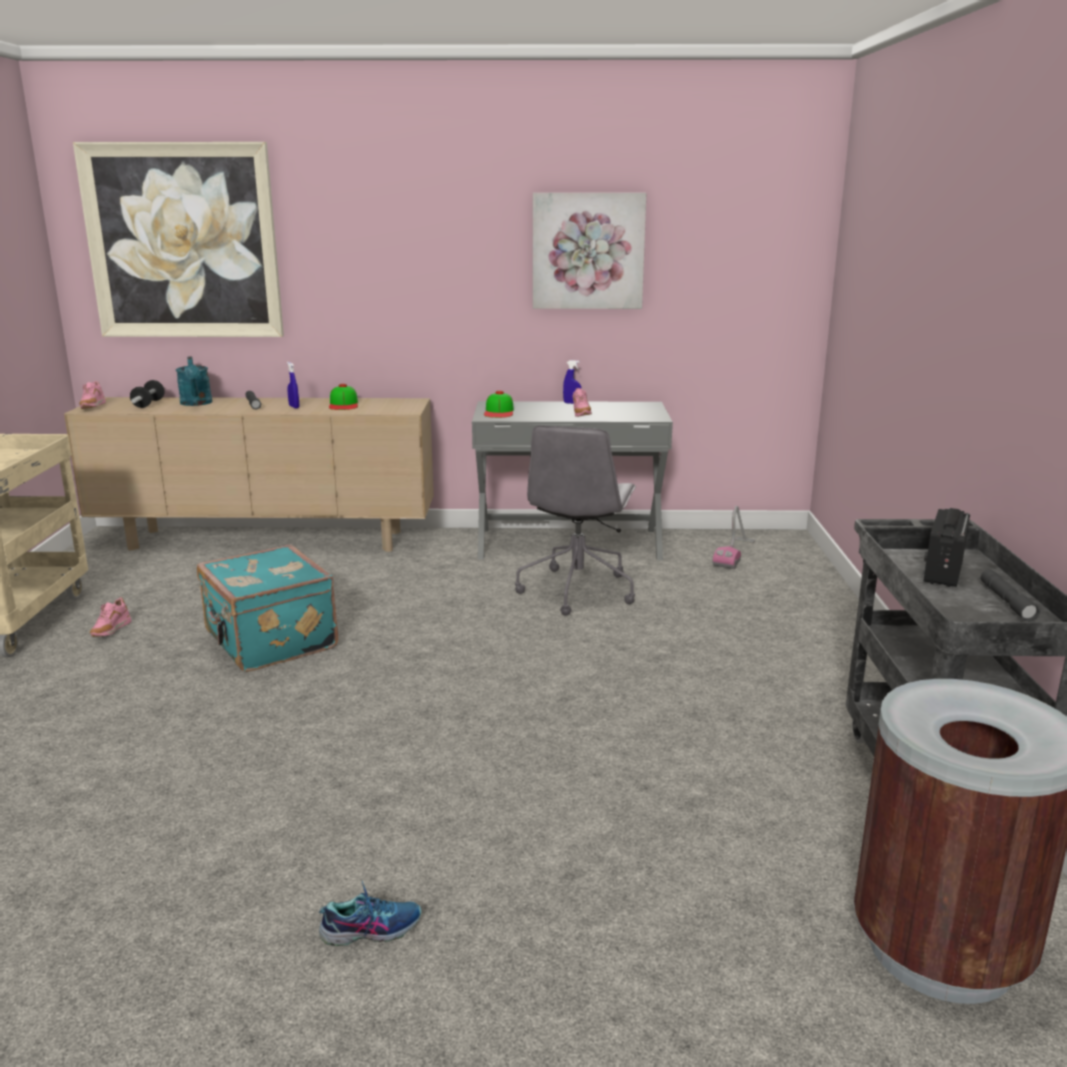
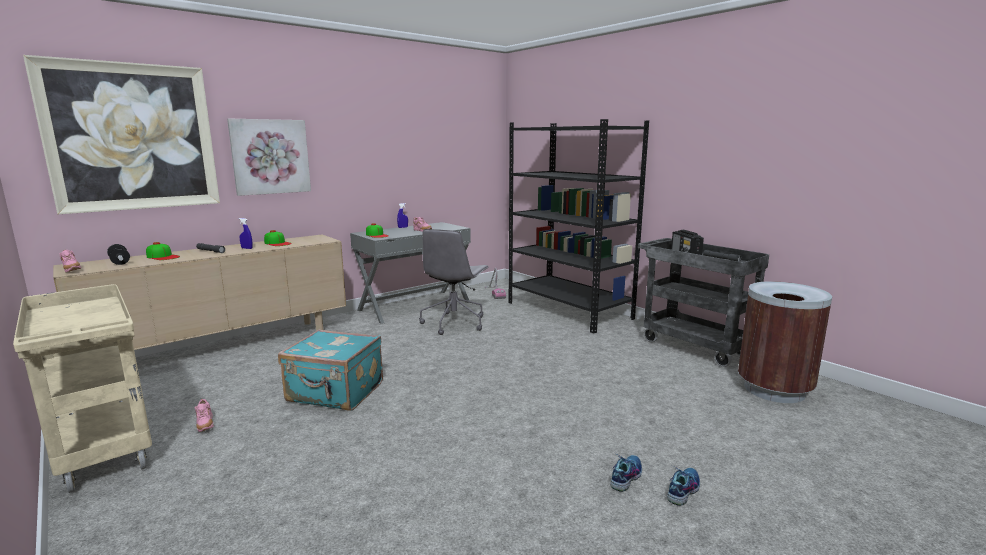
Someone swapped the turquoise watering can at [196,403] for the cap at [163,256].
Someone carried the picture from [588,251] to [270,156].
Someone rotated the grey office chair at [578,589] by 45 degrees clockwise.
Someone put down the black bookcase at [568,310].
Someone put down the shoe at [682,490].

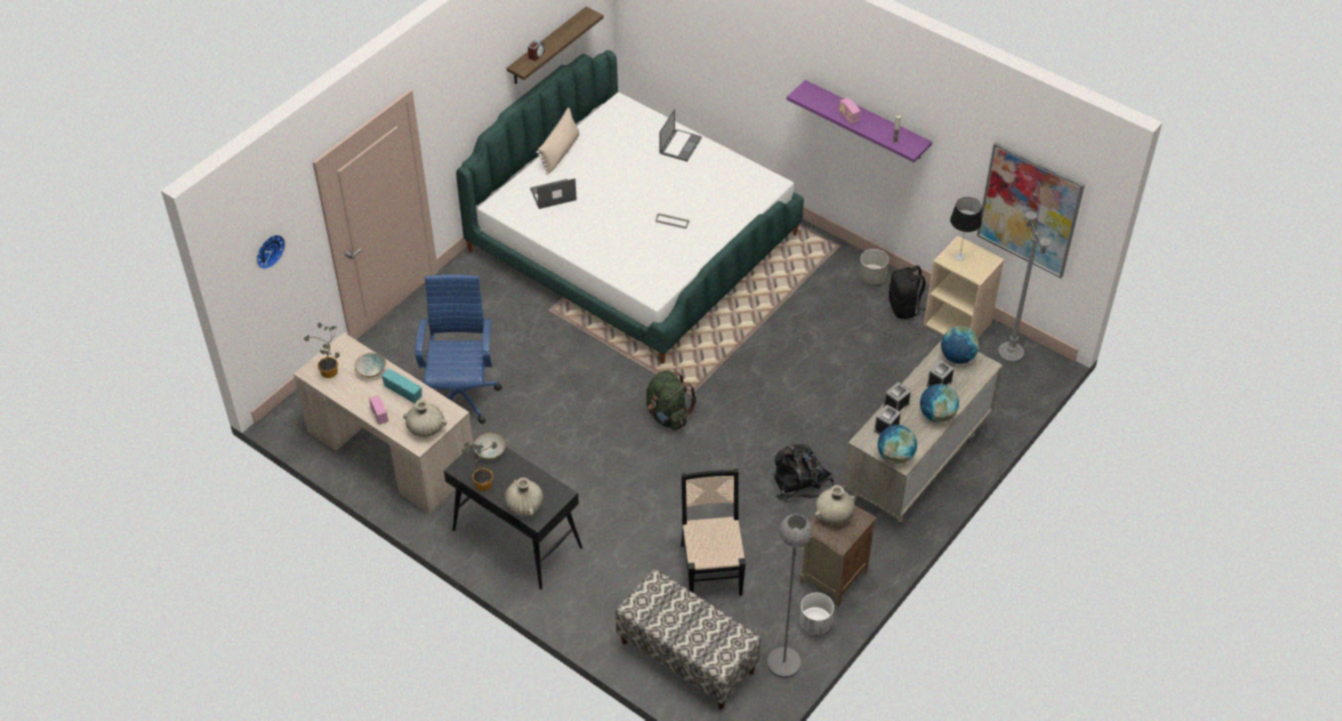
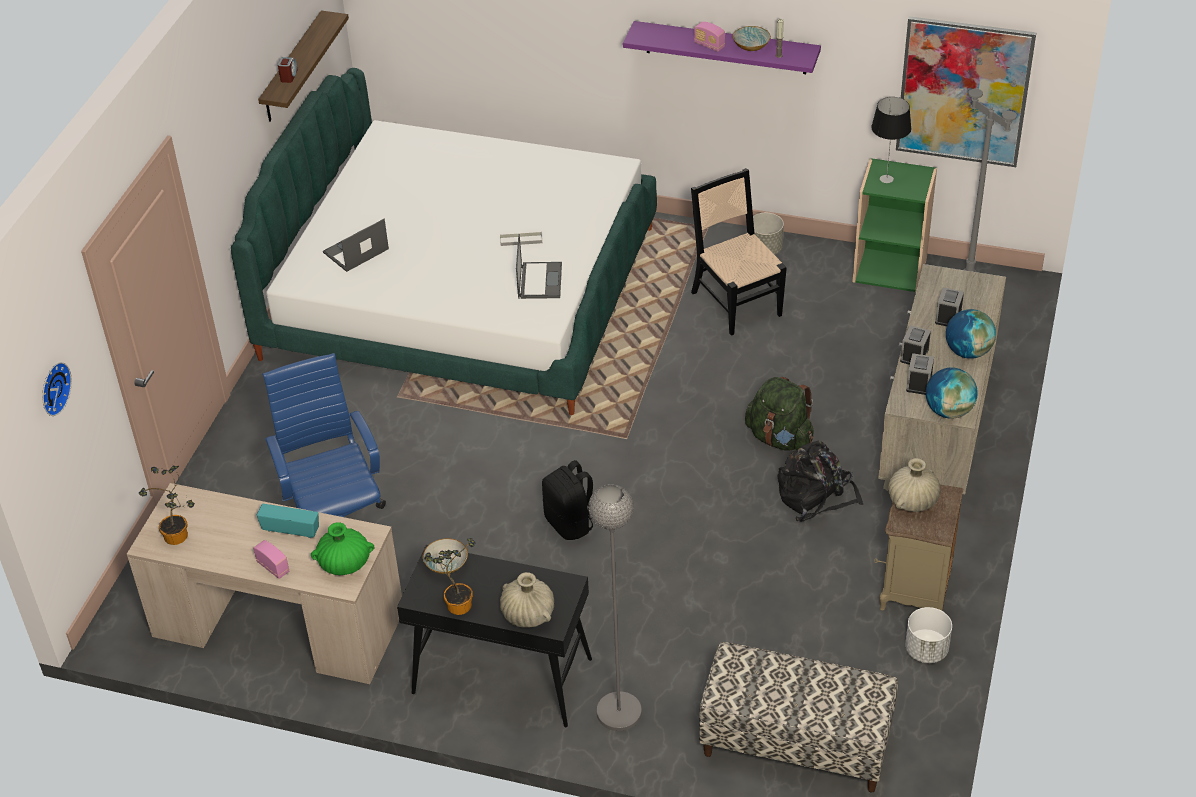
Someone repainted the beige vase at [426,428], which became the green vase at [345,564].
Someone carried the laptop from [680,145] to [539,280].
Someone carried the black backpack from [904,308] to [570,523].
Someone carried the grey floor lamp from [784,663] to [619,712].
Someone carried the chair from [712,569] to [736,304].
Someone carried the bowl from [371,370] to [751,46].
Someone carried the green backpack from [668,415] to [780,438].
Someone repainted the beige bookcase at [958,323], which became the green bookcase at [890,269].
Someone took away the beige pillow at [560,152].
Someone took away the globe at [957,357].

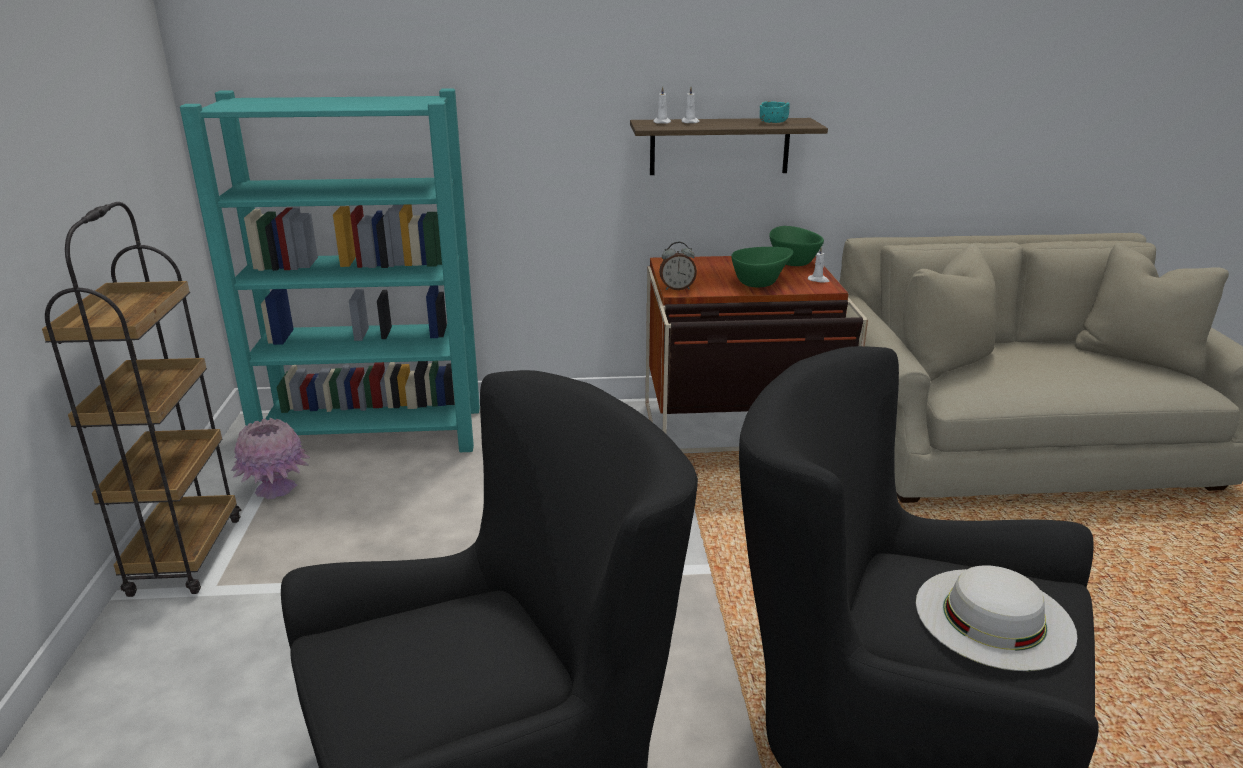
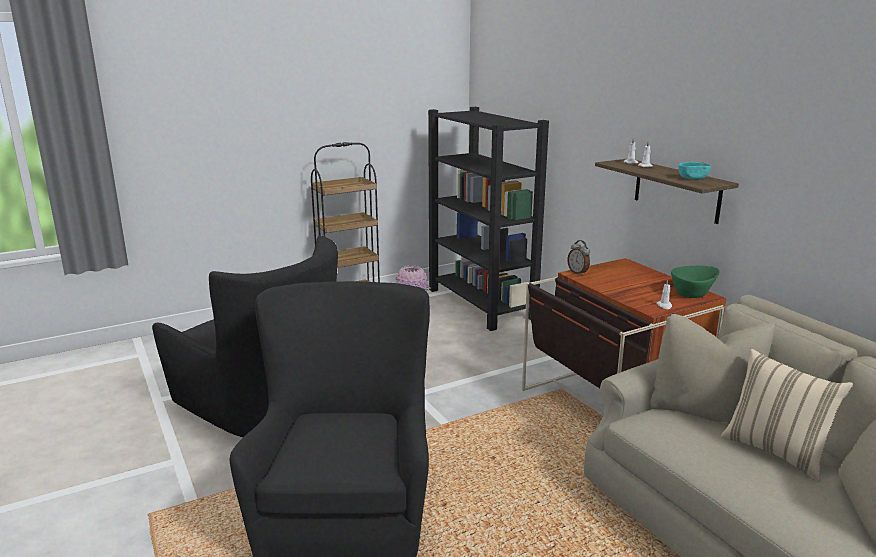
Someone repainted the turquoise bookcase at [372,432], which became the black bookcase at [481,304].
Someone put down the beige pillow at [775,451].
Someone took away the green bowl at [760,282].
Someone took away the white hat at [993,617].

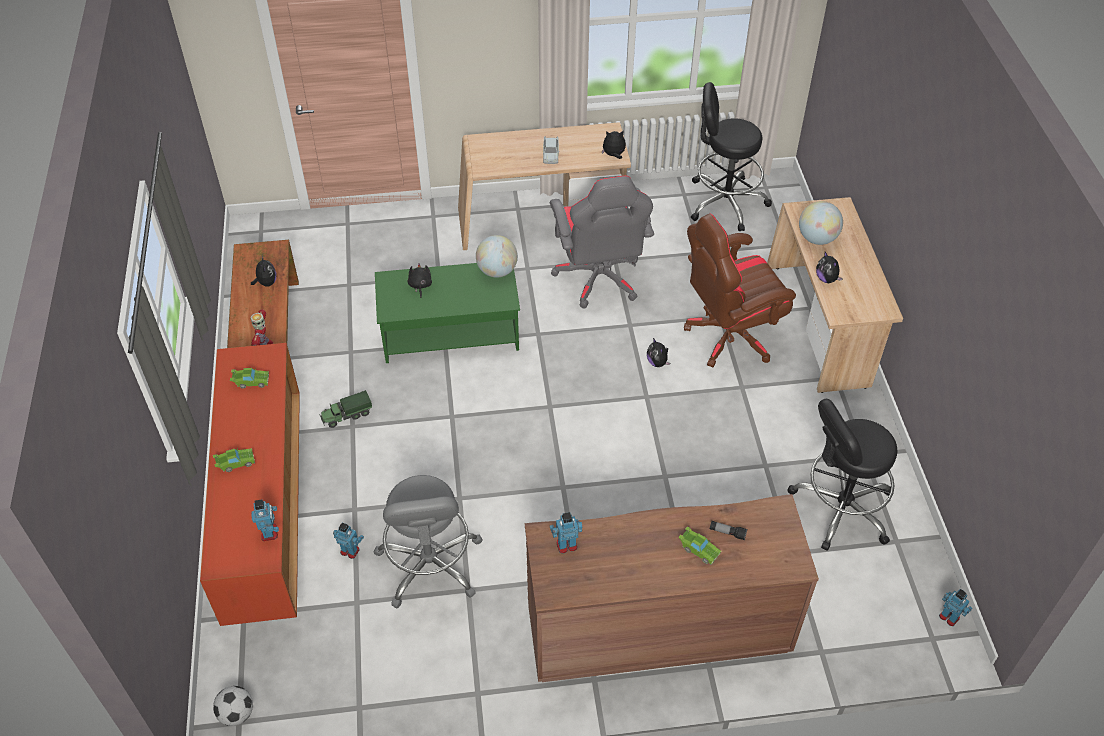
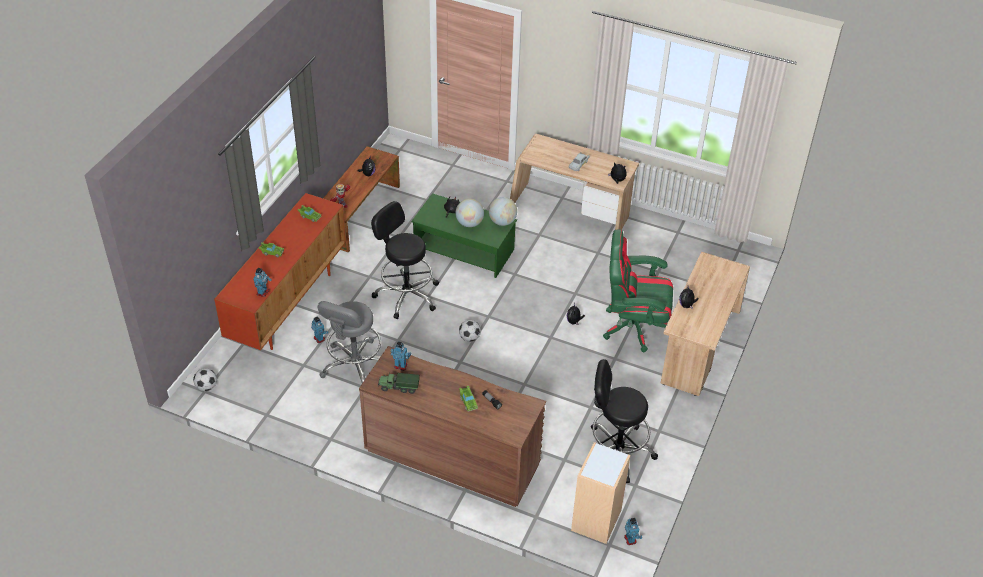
Someone carried the black stool from [724,202] to [406,294].
Someone carried the toy truck from [346,416] to [398,387].
Someone carried the globe from [817,238] to [469,223].
Someone put down the football at [469,338].
Someone put down the bookcase at [595,520].
Someone repainted the brown office chair at [731,335], which became the green office chair at [634,327].
Someone took away the grey office chair at [598,277].

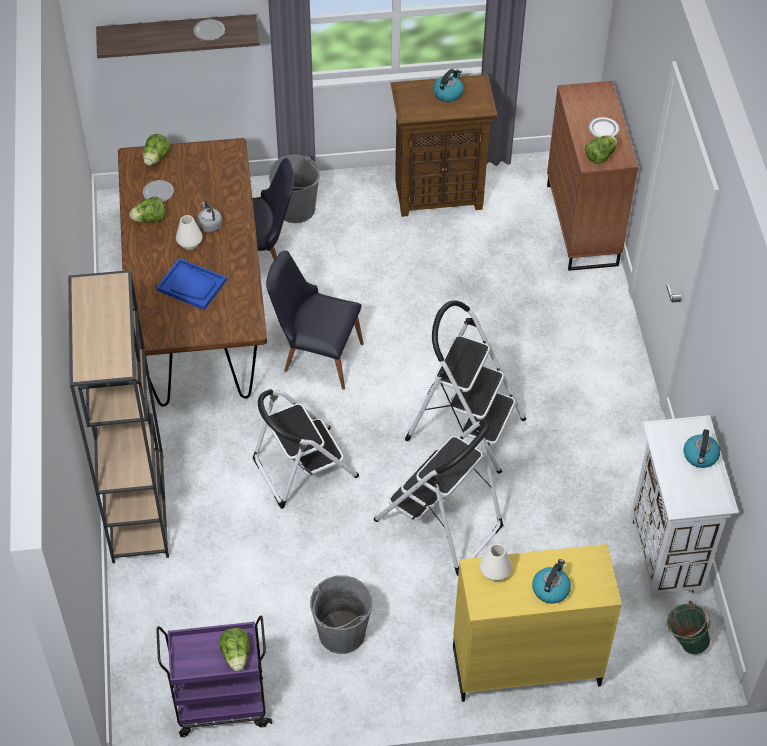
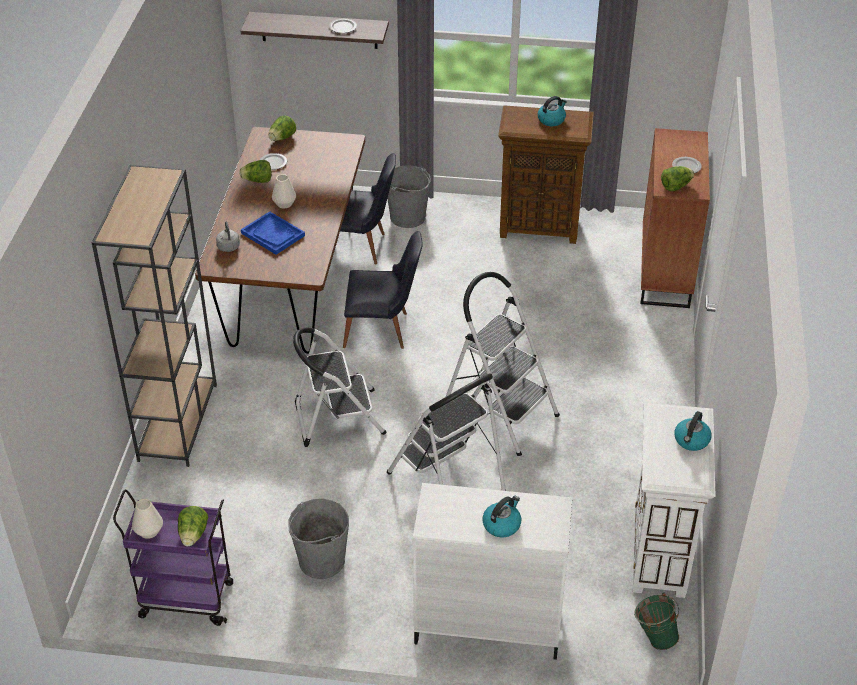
Someone carried the white vase from [495,572] to [149,531].
Someone carried the grey kettle from [209,224] to [228,246].
Someone rotated the black chair at [315,355] by 150 degrees clockwise.
Someone repainted the yellow dresser at [526,667], which became the white dresser at [487,627].

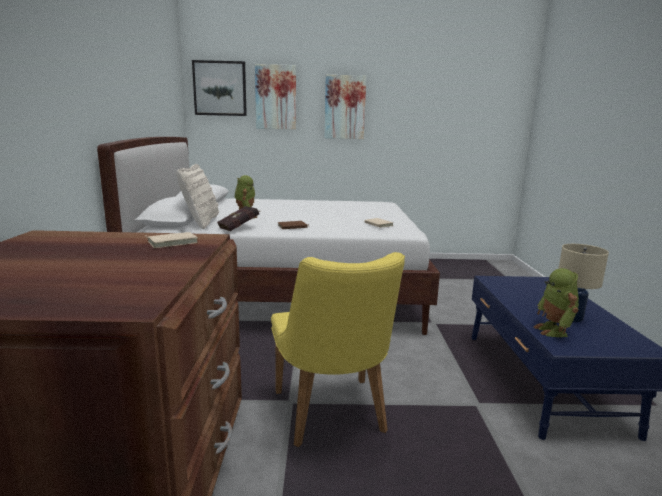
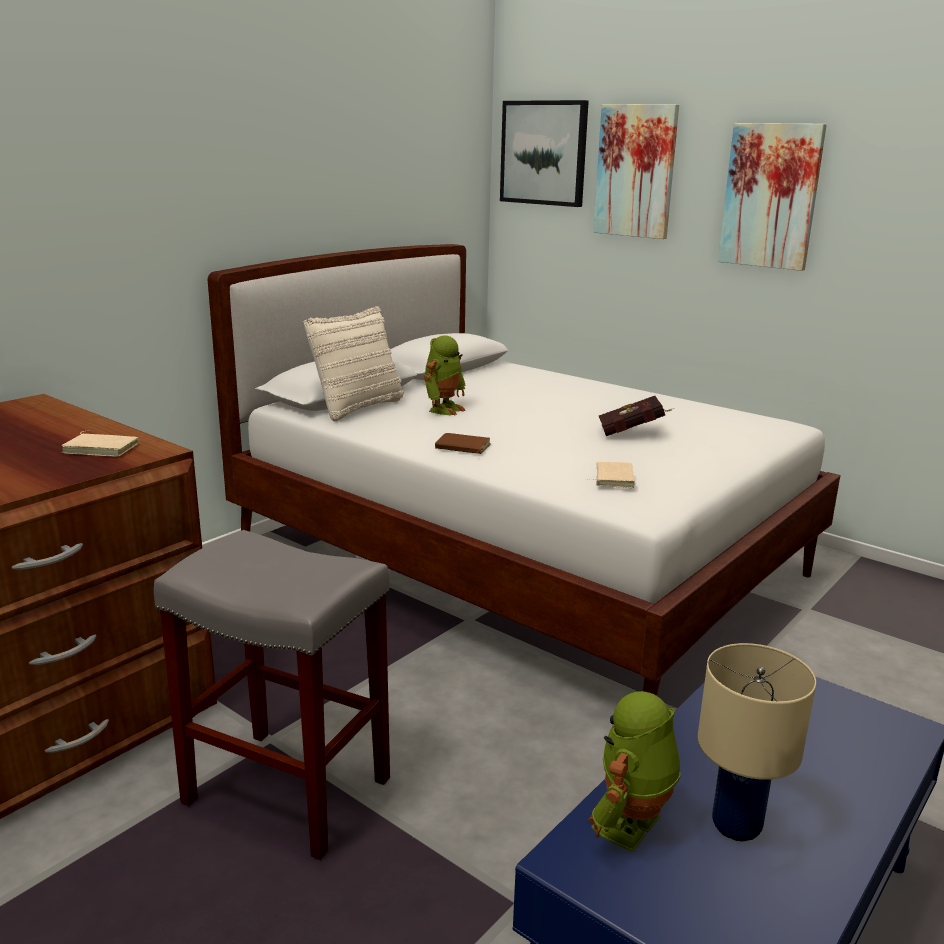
Someone swapped the yellow chair at [333,417] for the grey stool at [284,790].
Someone carried the red book from [240,228] to [633,433].

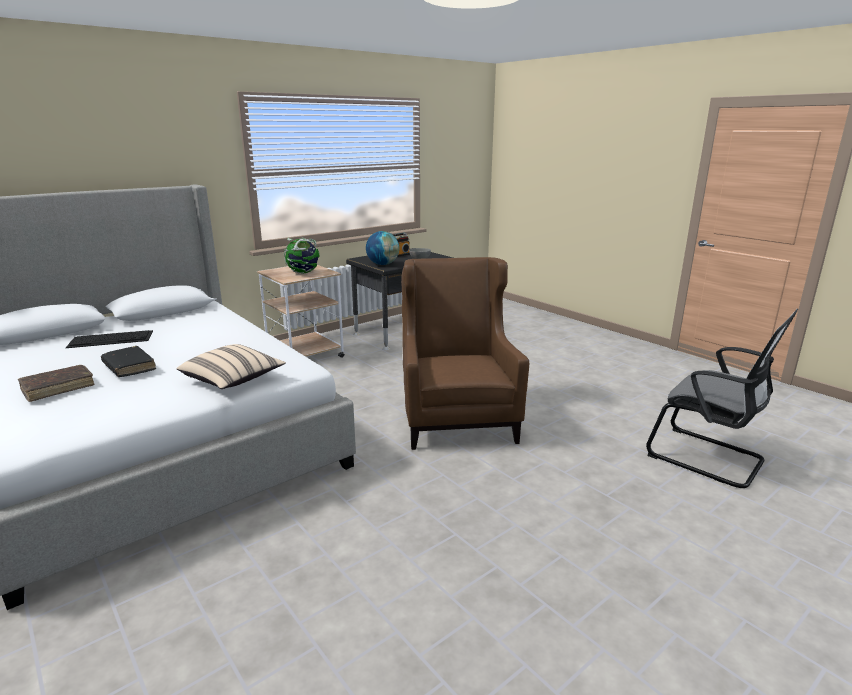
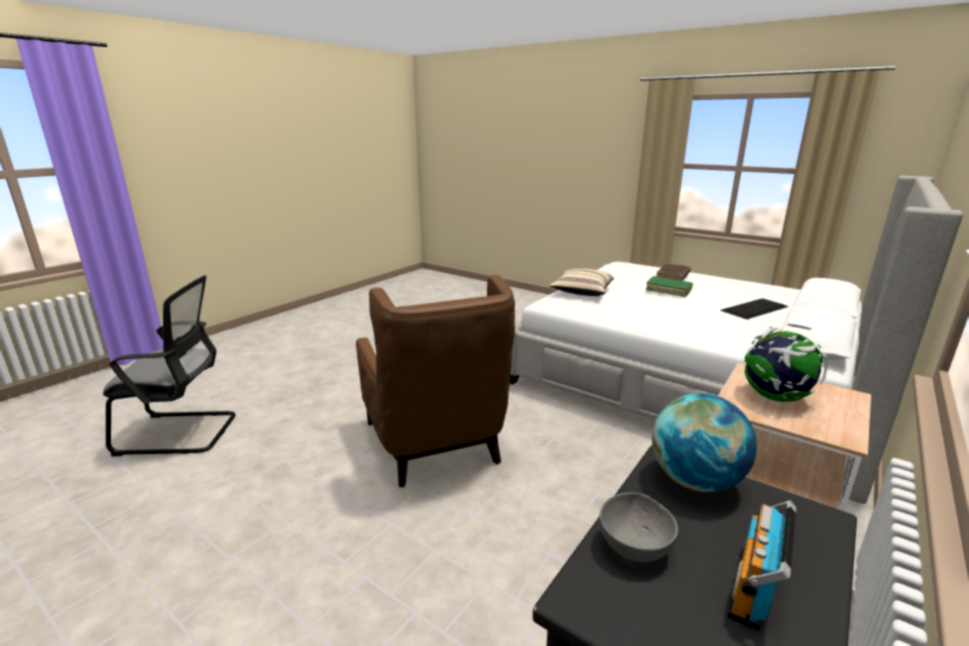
Someone rotated the chair at [708,459] by 150 degrees clockwise.
Someone repainted the black book at [129,367], which became the green book at [668,290].

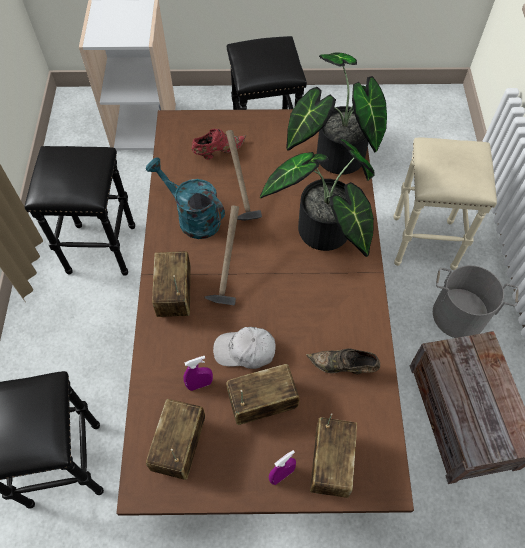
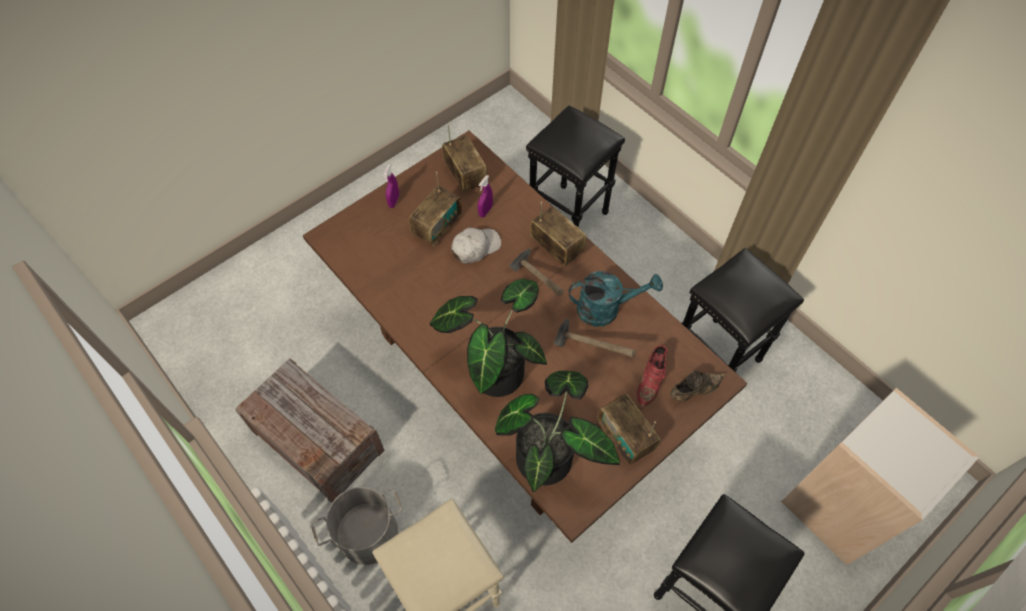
Someone carried the radio from [330,463] to [625,437].
Someone carried the brown shoe from [343,367] to [693,391].

